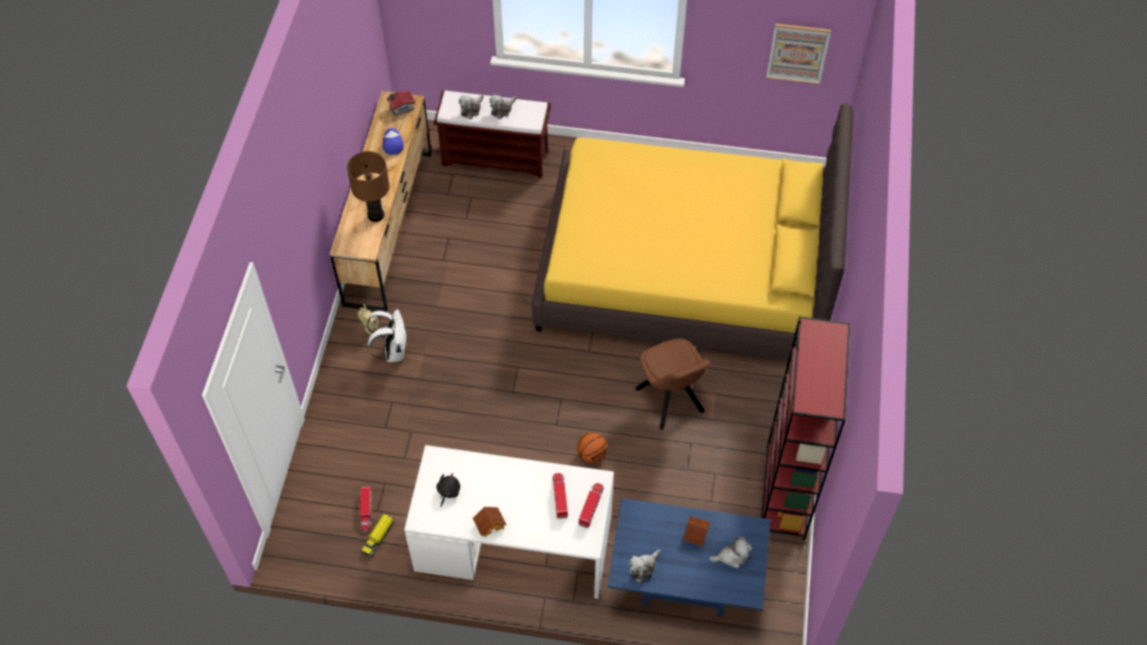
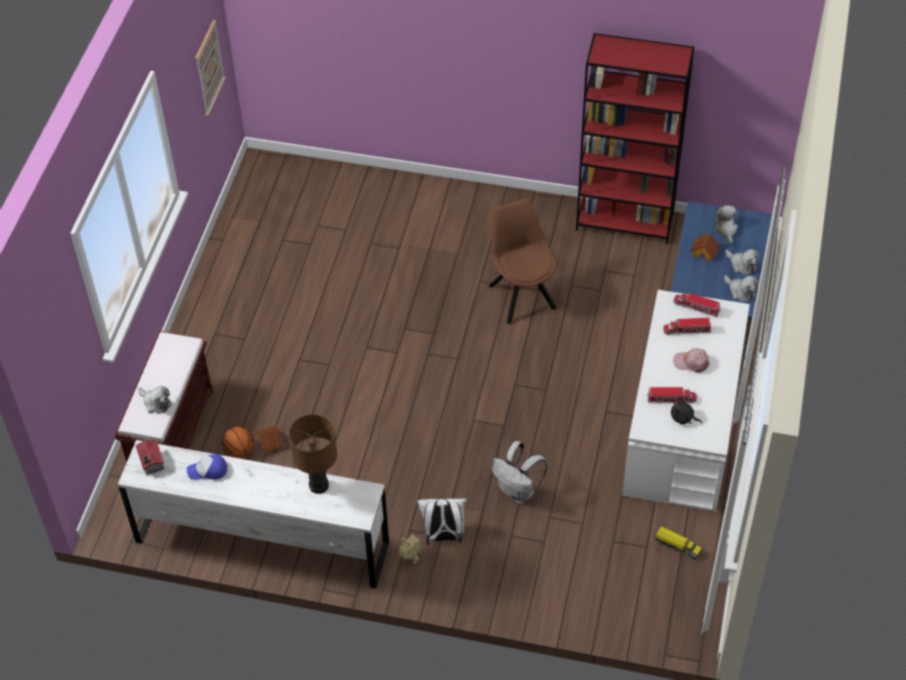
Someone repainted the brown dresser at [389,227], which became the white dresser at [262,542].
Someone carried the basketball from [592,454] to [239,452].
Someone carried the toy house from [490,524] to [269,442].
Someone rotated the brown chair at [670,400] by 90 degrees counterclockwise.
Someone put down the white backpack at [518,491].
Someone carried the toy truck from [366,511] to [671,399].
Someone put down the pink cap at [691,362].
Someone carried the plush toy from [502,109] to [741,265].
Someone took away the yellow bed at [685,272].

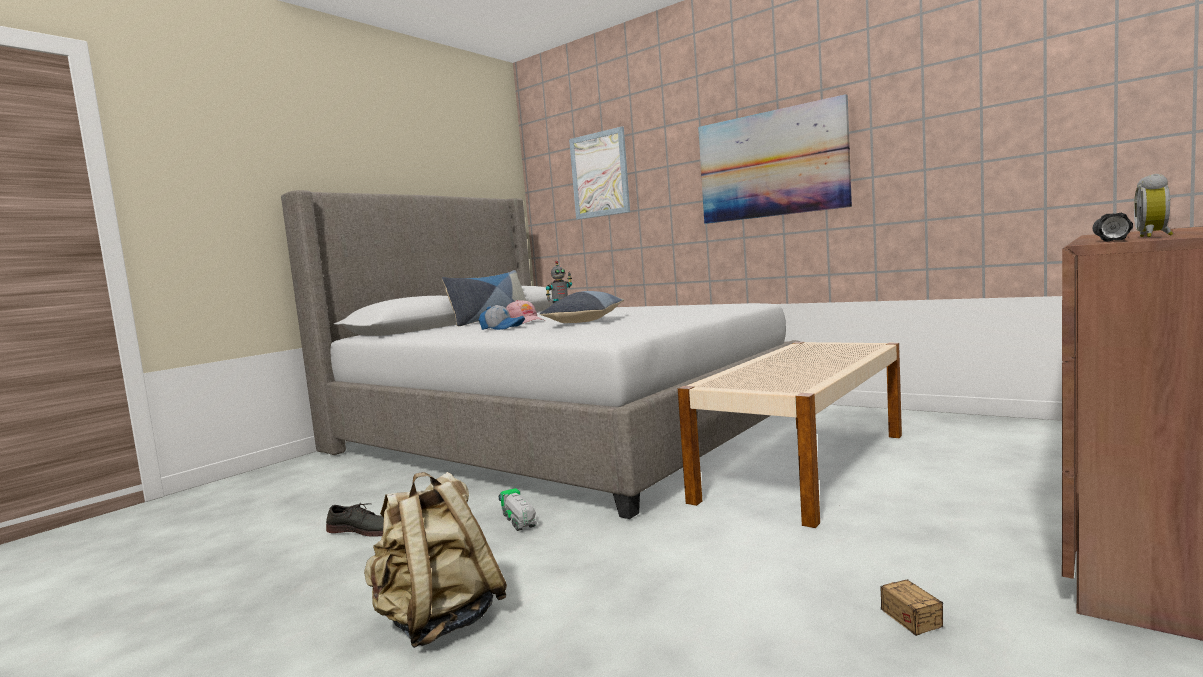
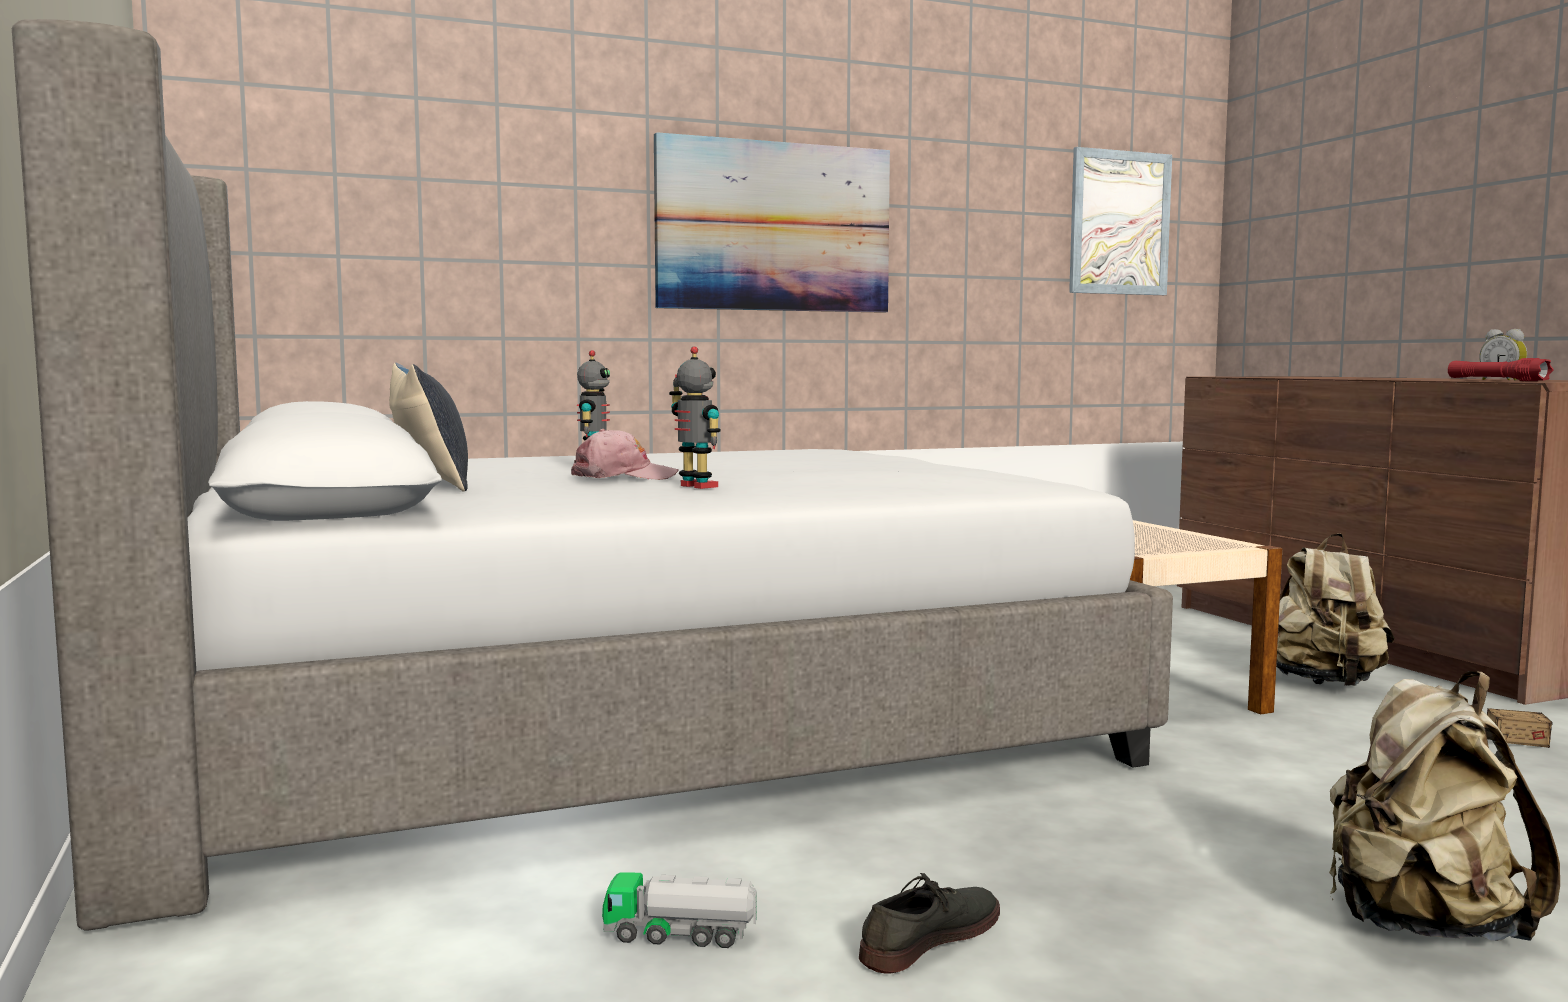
Someone carried the toy truck from [519,521] to [680,935].
Someone swapped the cap at [502,328] for the toy robot at [696,486].
Someone carried the picture from [599,174] to [1119,223].
Someone put down the beige backpack at [1325,683].
Someone repainted the black flashlight at [1109,240], which became the red flashlight at [1496,380].
Someone took away the pillow at [586,321].

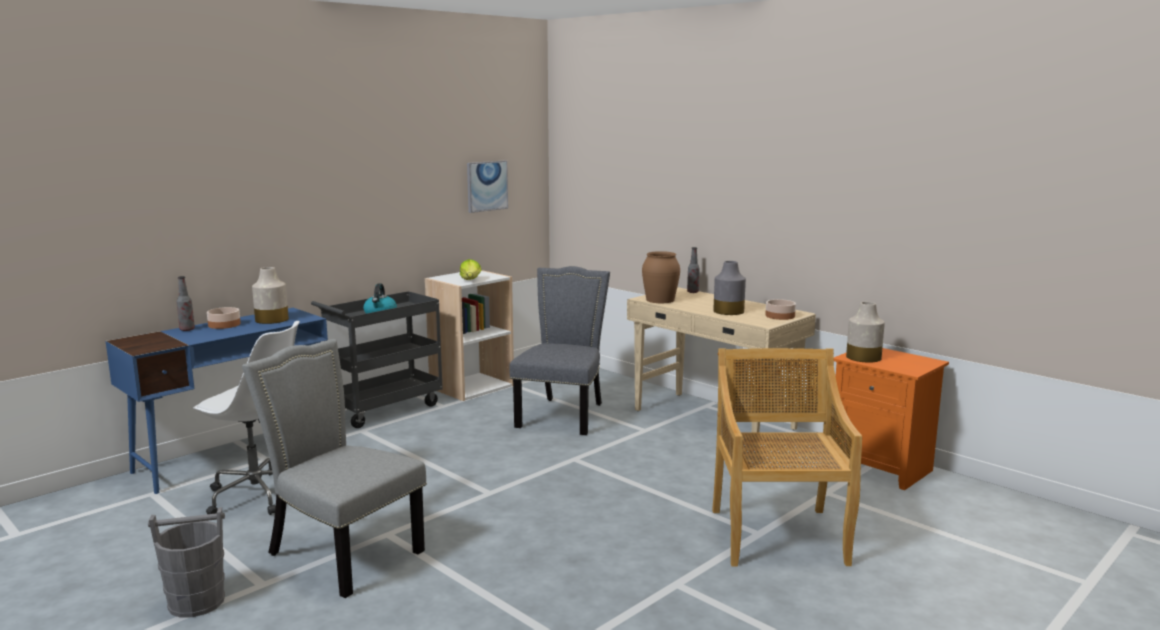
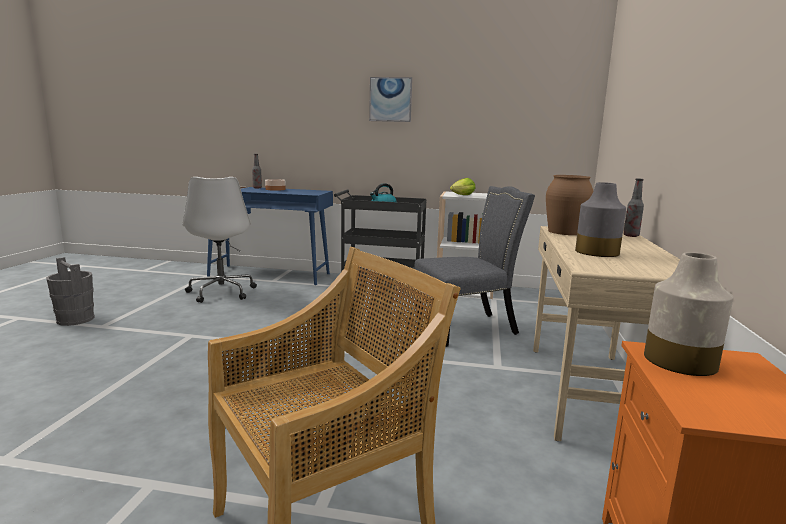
Someone carried the picture from [486,186] to [390,99].
Someone took away the grey chair at [345,556].
Someone took away the beige vase at [271,319].
Someone took away the bowl at [779,316].

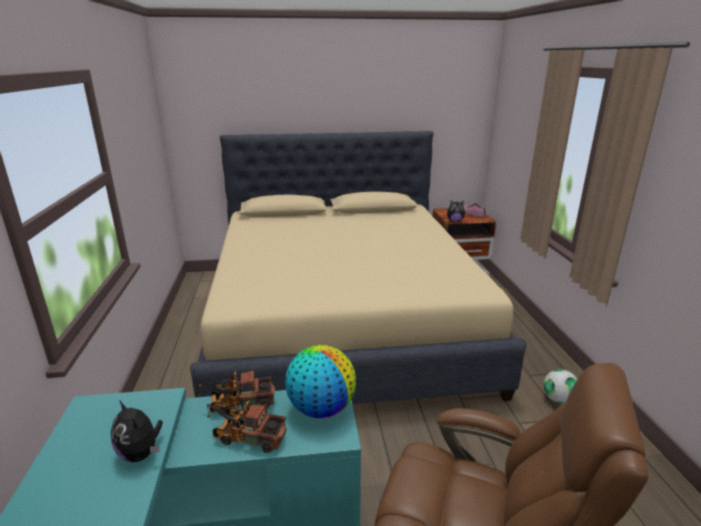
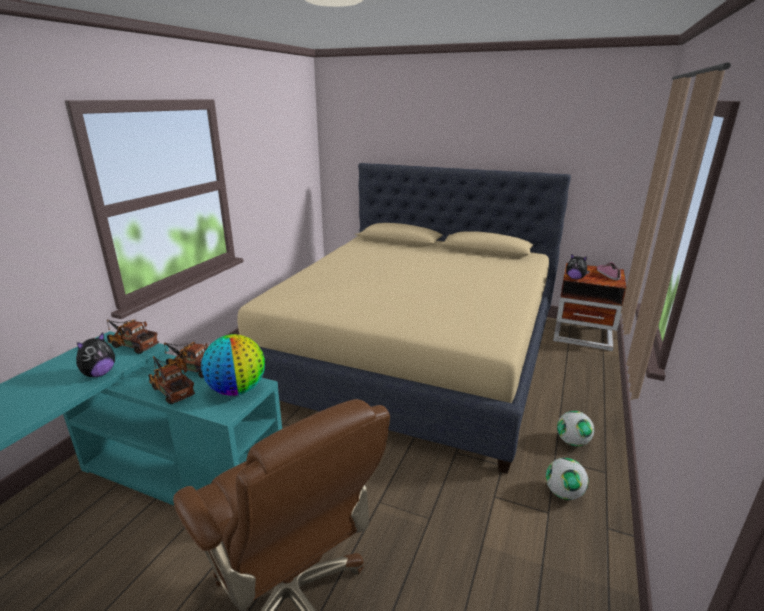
Someone rotated the plush toy at [141,453] by 135 degrees counterclockwise.
Someone put down the toy truck at [131,345].
Someone put down the football at [572,442].

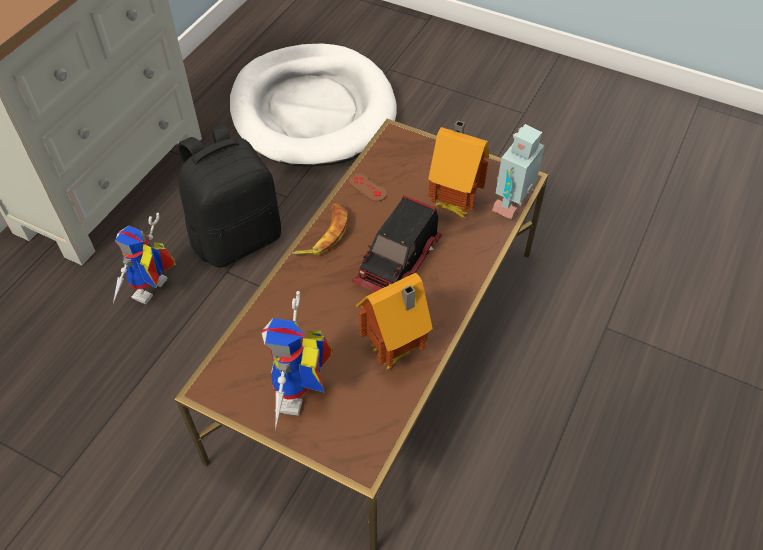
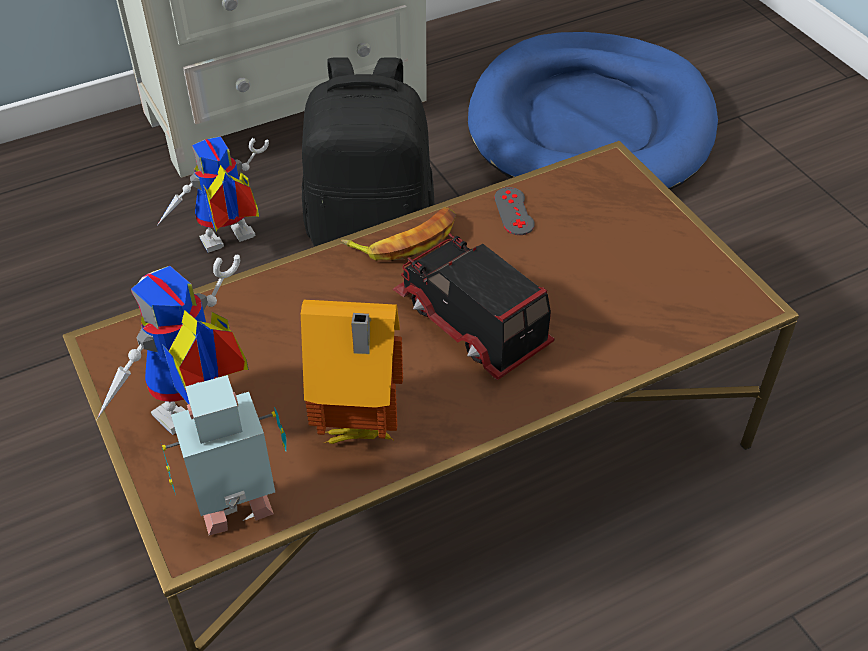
Someone carried the toy robot from [513,206] to [241,513].
Someone rotated the toy truck at [399,263] by 75 degrees clockwise.
Someone repainted the white dog bed at [313,110], which became the blue dog bed at [591,125].
Someone repainted the brown game controller at [367,187], which became the grey game controller at [514,211].
Someone took away the toy house at [455,204].

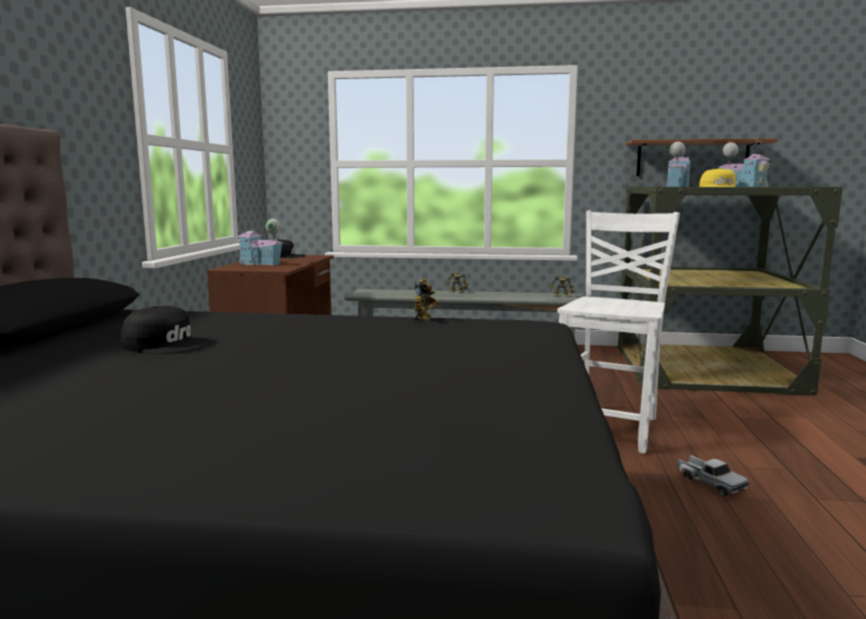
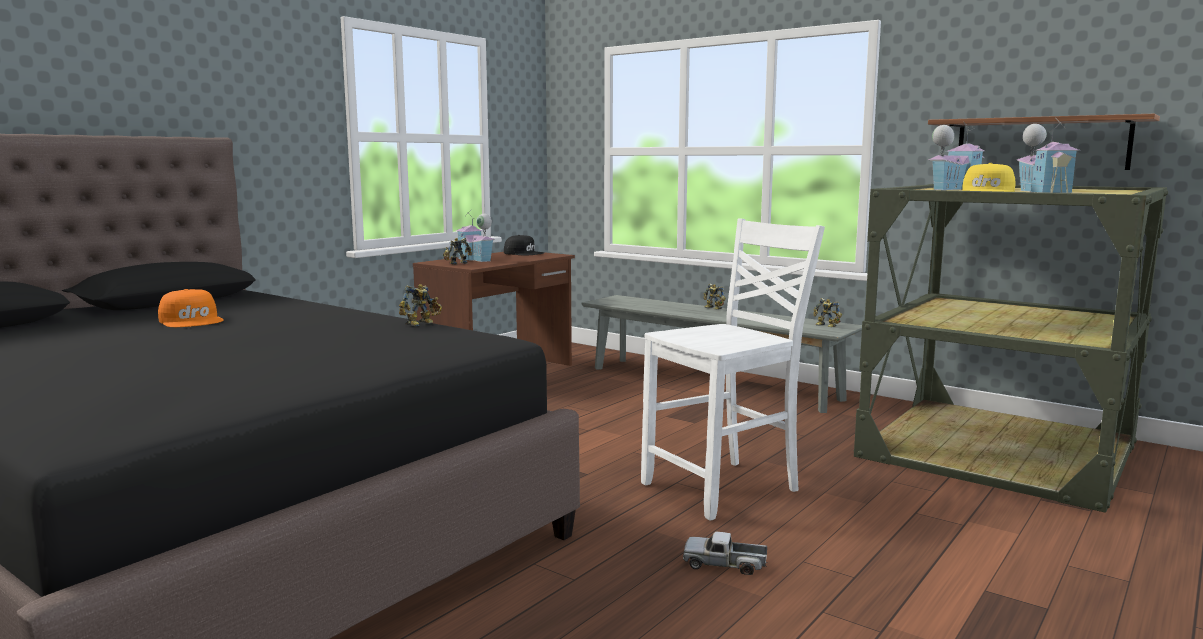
Someone repainted the black cap at [167,344], which became the orange cap at [192,321].
Someone put down the toy robot at [457,263].
Someone rotated the toy truck at [710,483] by 105 degrees clockwise.

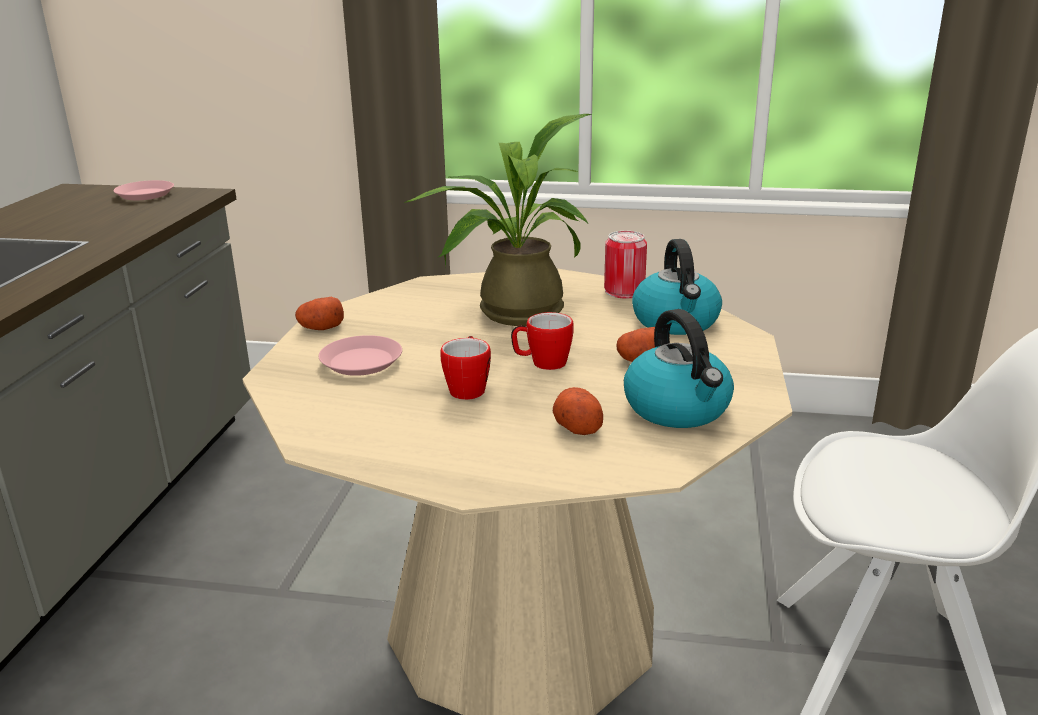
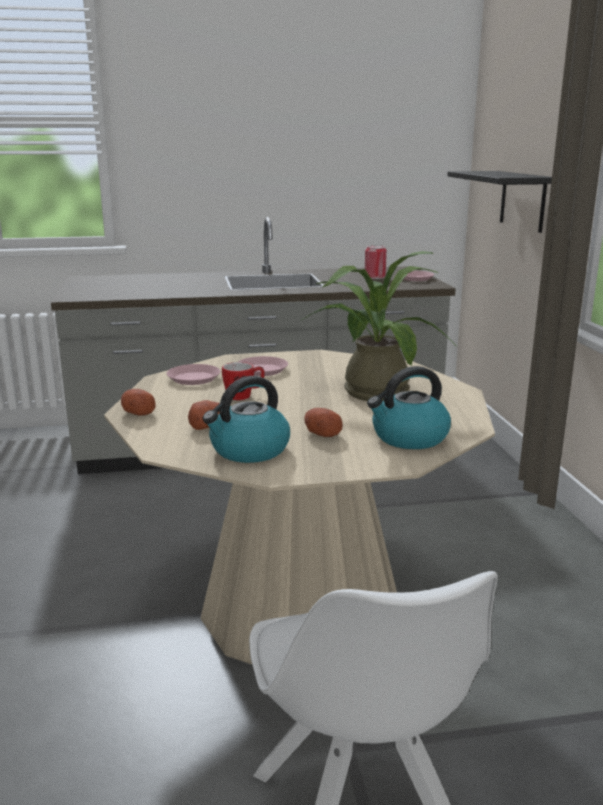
Someone carried the potato from [321,328] to [137,412].
Someone put down the pink plate at [194,378].
Someone carried the can from [624,291] to [374,277].
Someone put up the black shelf at [523,200].
Someone took away the mug at [542,364].

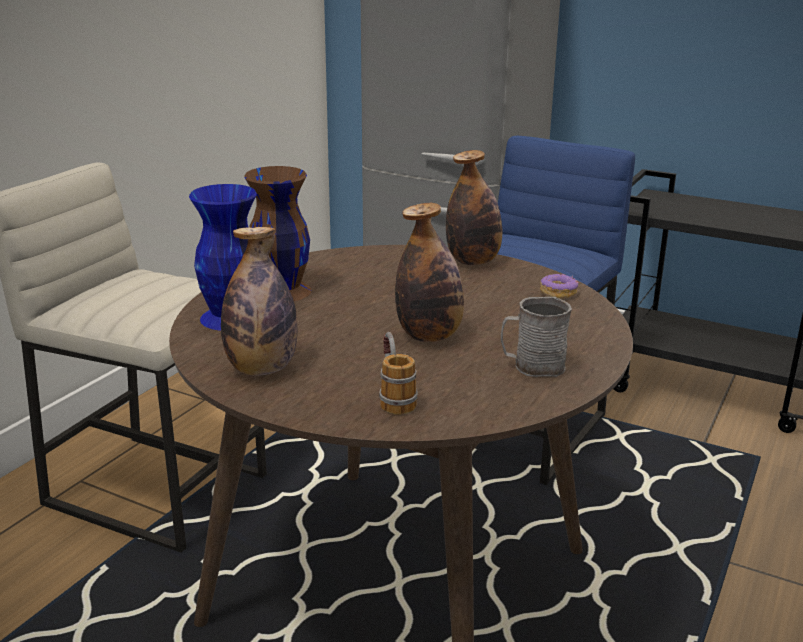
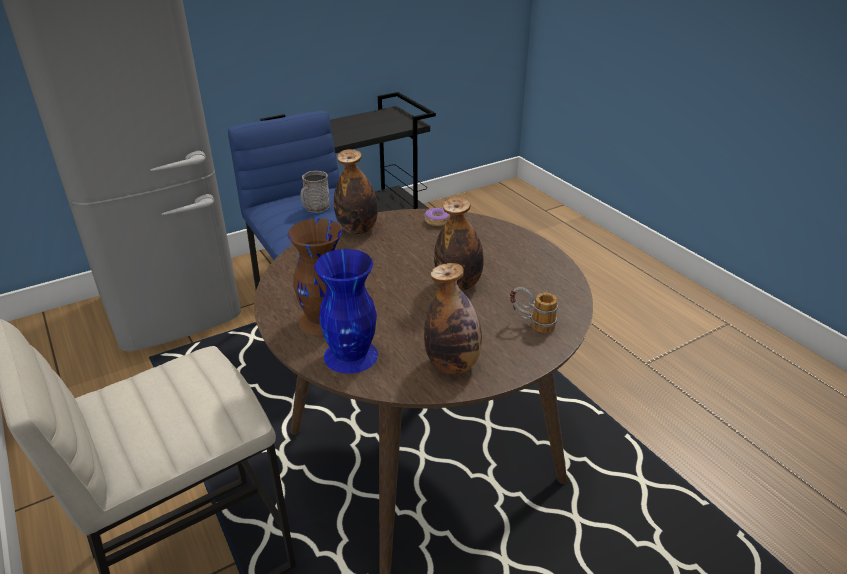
Someone carried the grey mug from [532,366] to [315,208].

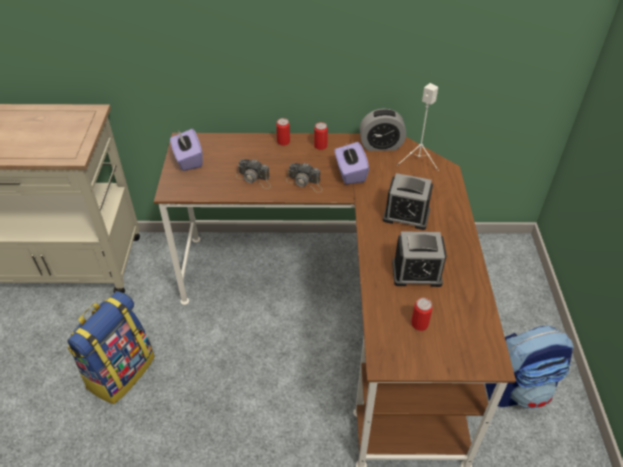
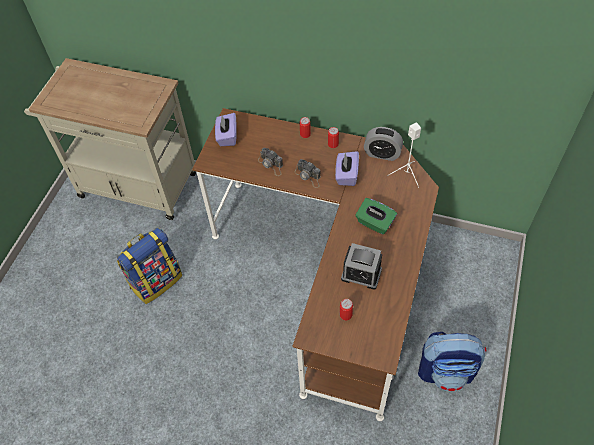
Someone swapped the alarm clock at [406,215] for the green tissue box at [374,223].

